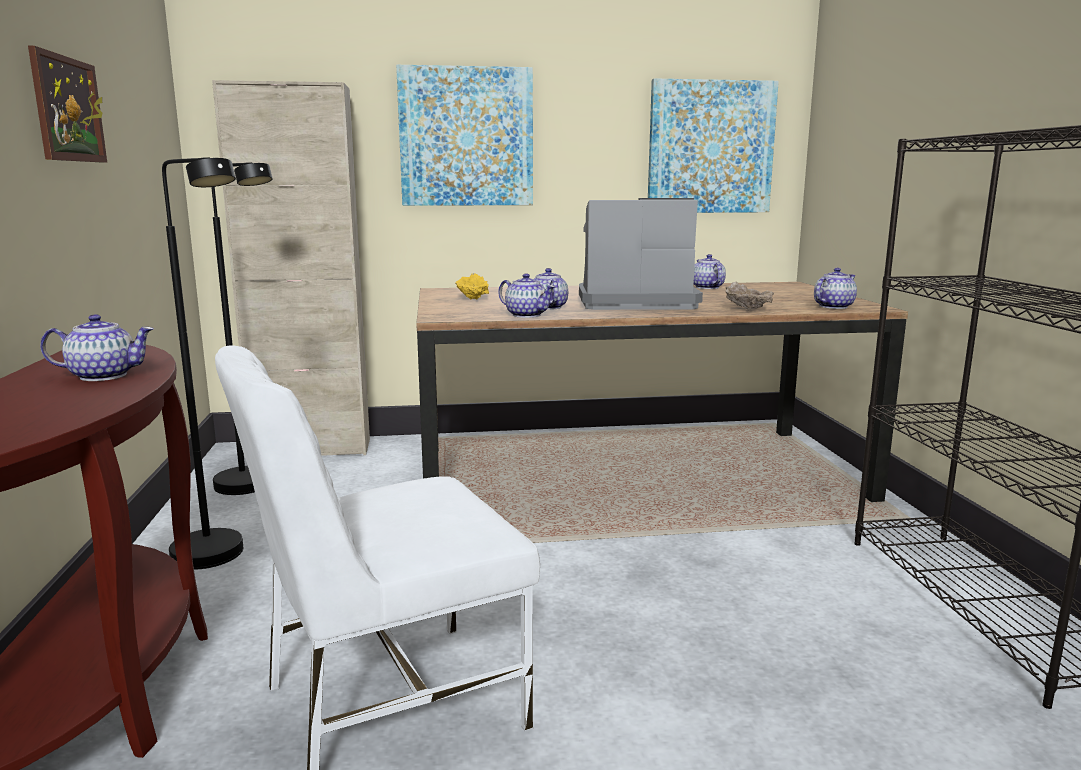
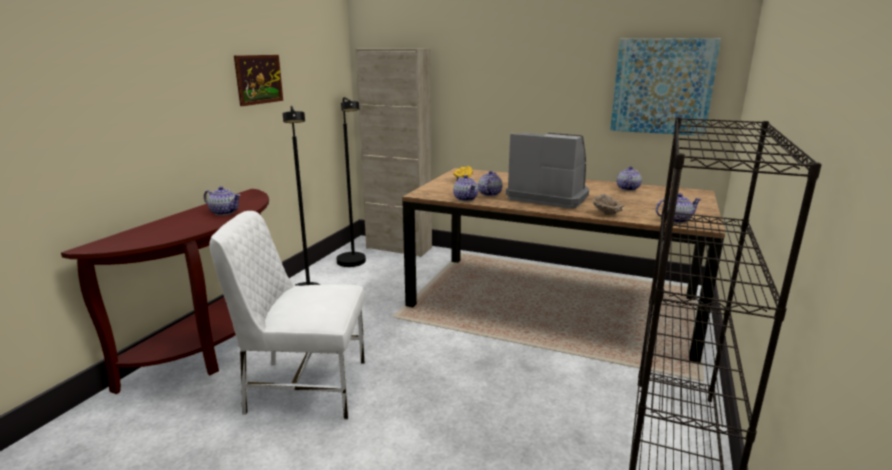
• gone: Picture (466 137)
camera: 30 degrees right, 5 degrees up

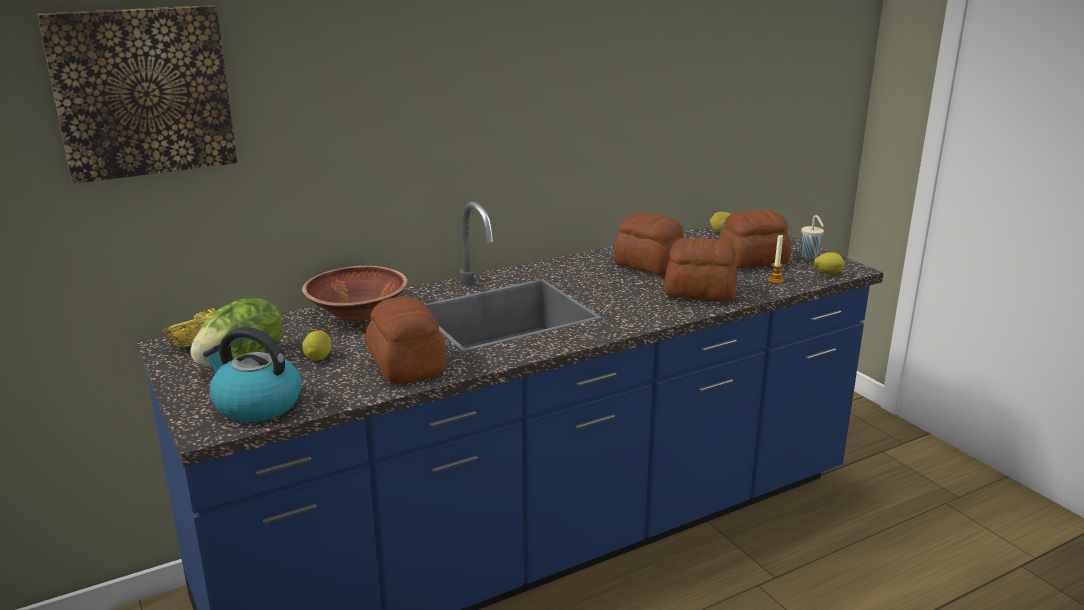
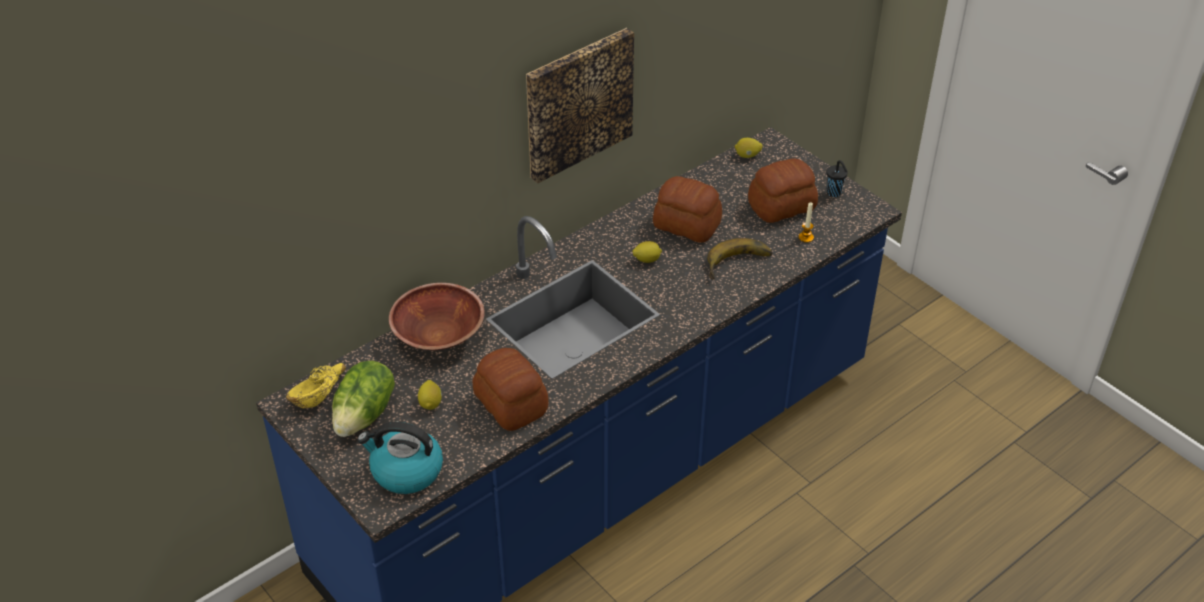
• shifted: Picture (142 92) to (578 103)
• swapped: BakeryBread (699 292) to WholeBanana (739 265)
• repainted: BeigeColouredCup (810 257) to BlackishCup (834 193)
• shifted: Lemon (828 274) to (647 260)
camera: 10 degrees left, 20 degrees up

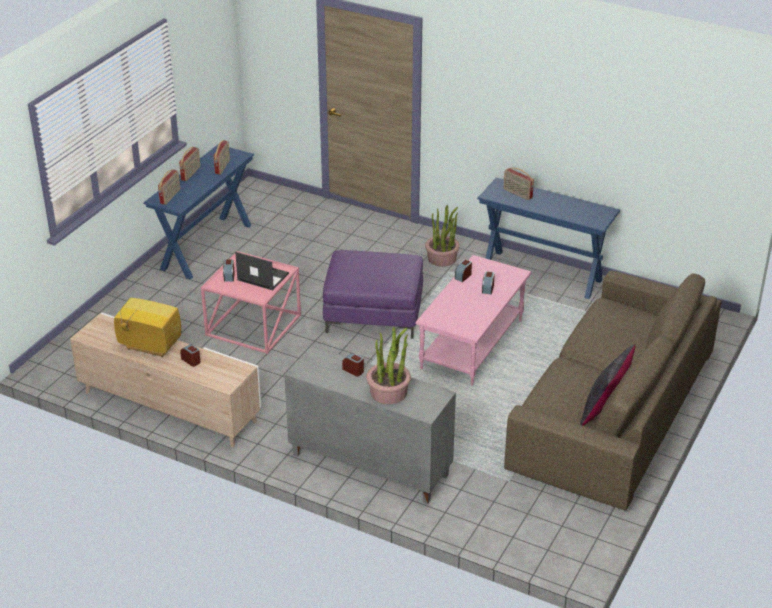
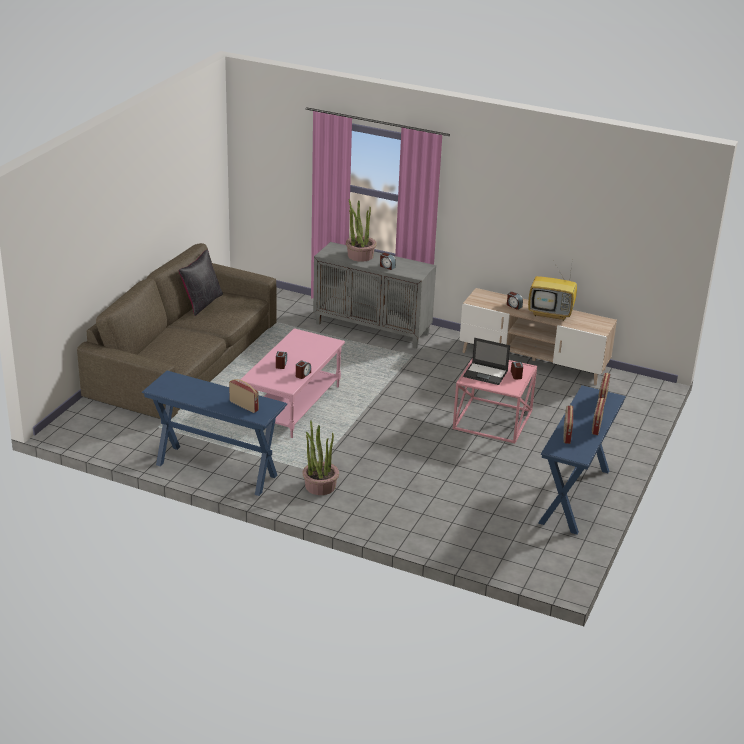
• gone: PurplishOttoman (374 314)
camera: 175 degrees right, 5 degrees down

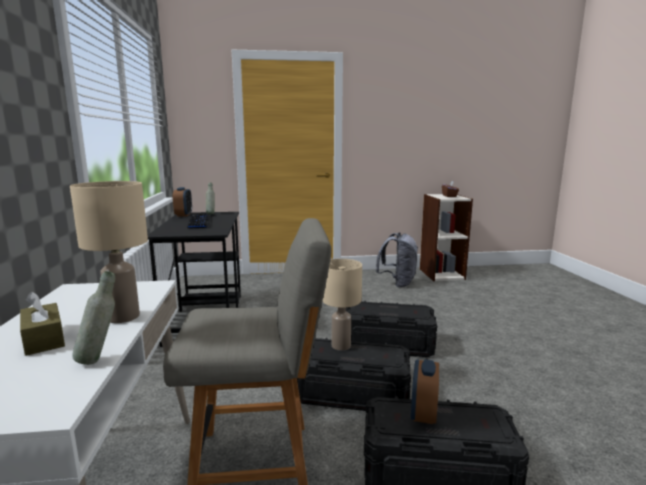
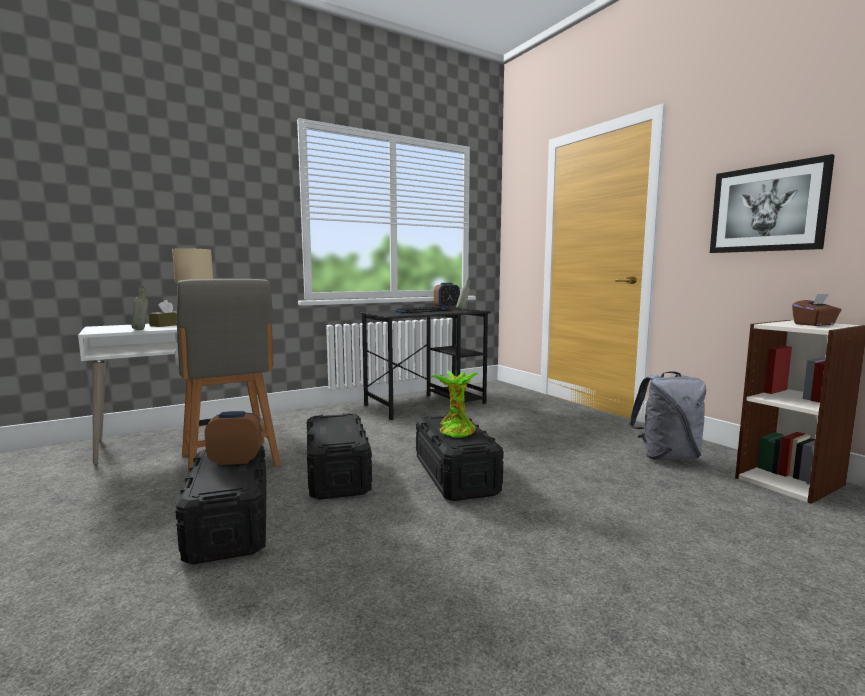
• gone: BeigeColouredTableLamp (341 345)
• new: Houseplant (456 431)
• new: Picture (767 208)
camera: 65 degrees right, 5 degrees down

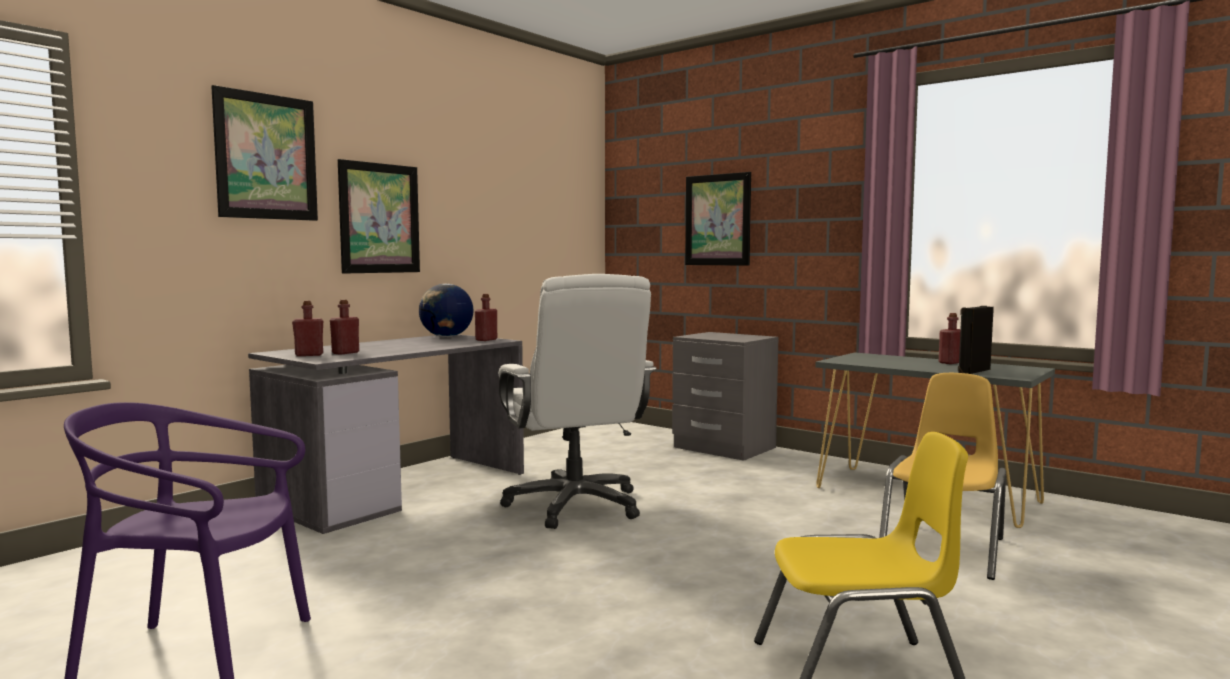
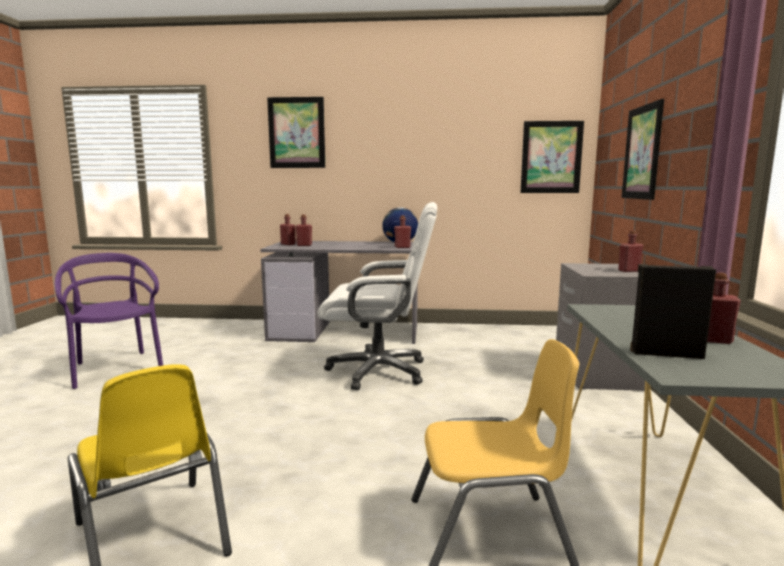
• shifted: Picture (379 218) to (551 157)
• rotated: WhiteColouredOfficeChair (575 505) = (379 371) 120 degrees counterclockwise
• new: RedColouredBottle (629 271)
camera: 55 degrees right, 5 degrees up

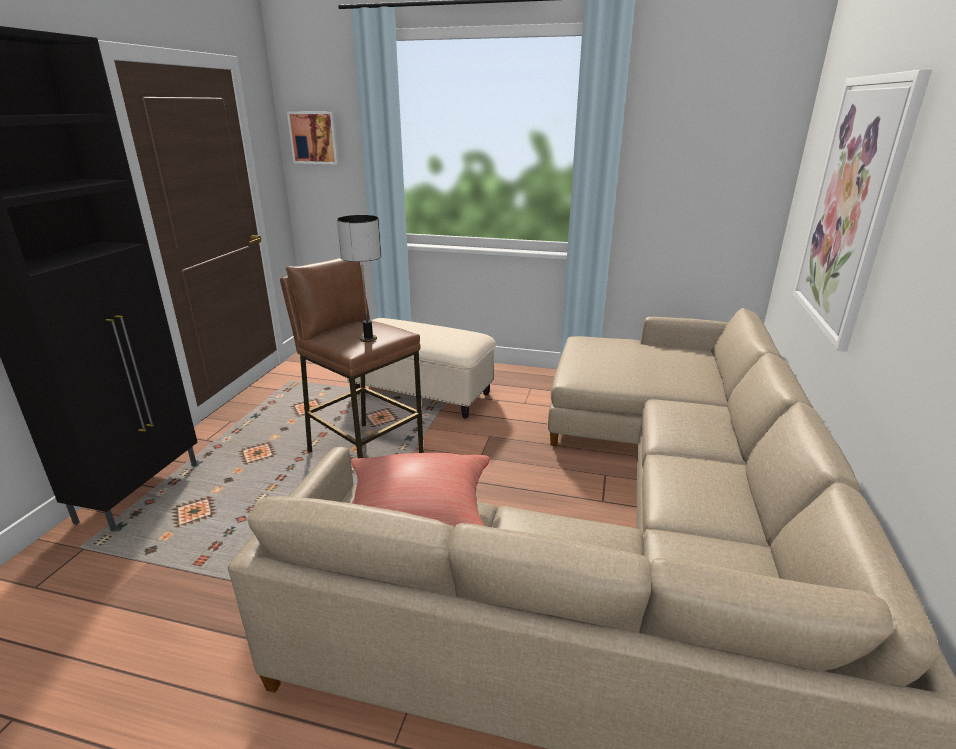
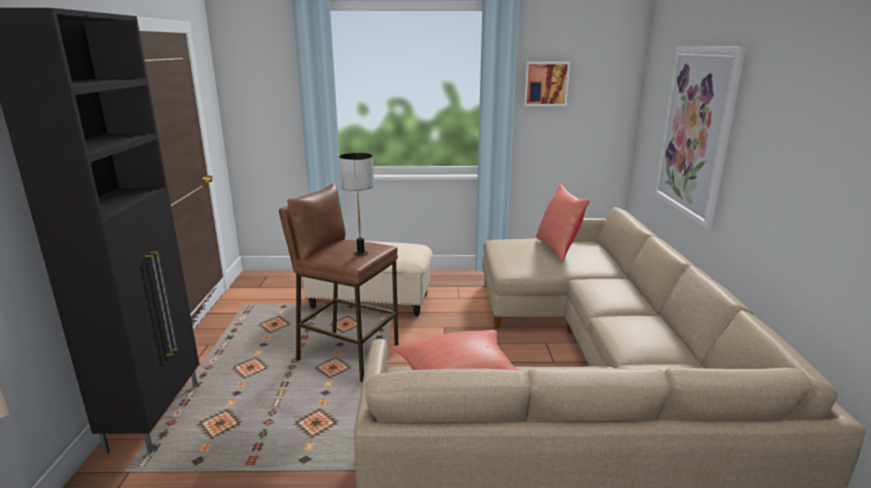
• shifted: Picture (315 137) to (545 83)
• new: RedColouredCushion (558 249)
camera: 15 degrees left, 5 degrees down

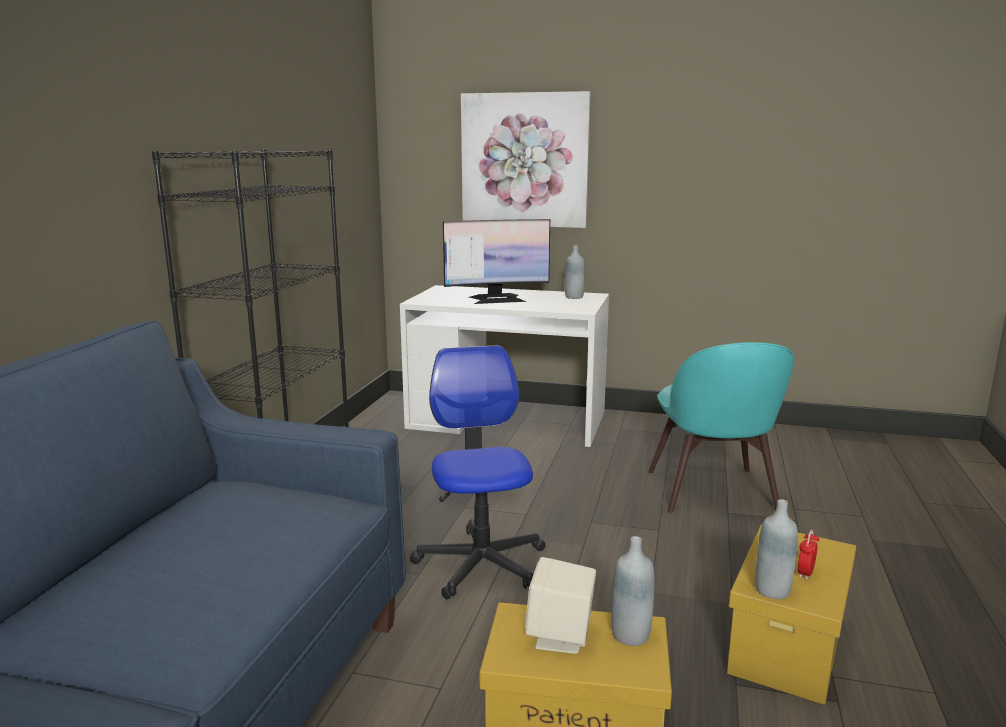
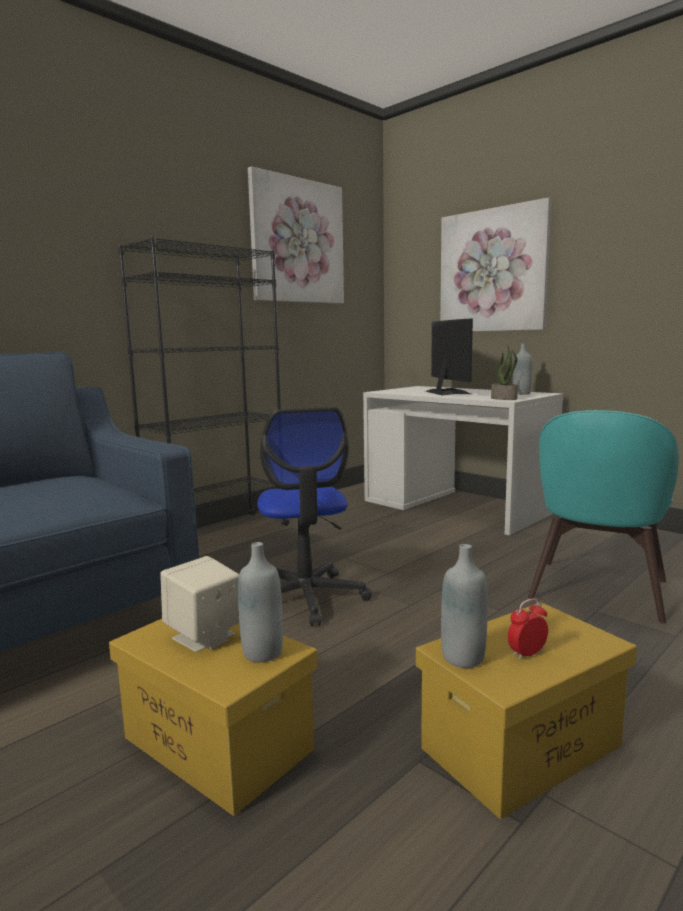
• rotated: OfficeChair (481 564) = (306 598) 150 degrees clockwise
• rotated: ComputerScreen (497 299) = (447 392) 120 degrees counterclockwise
• new: Picture (297 241)
• new: Houseplant (504 398)
camera: 30 degrees right, 5 degrees down

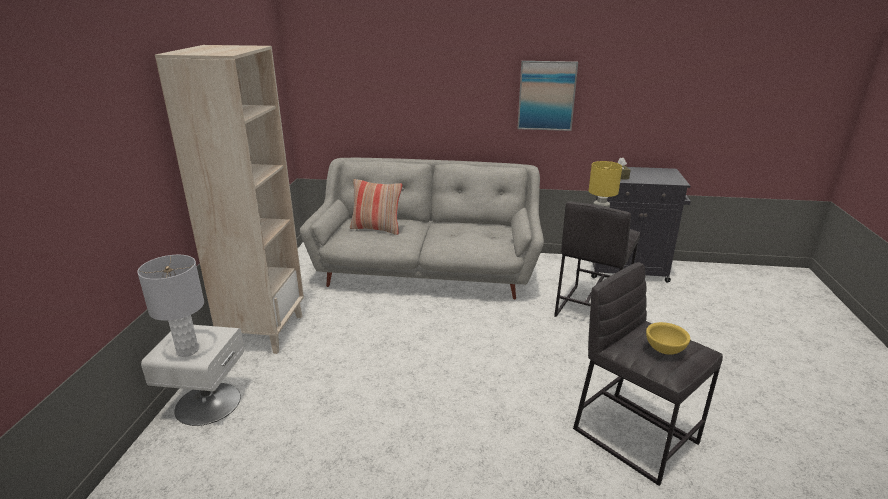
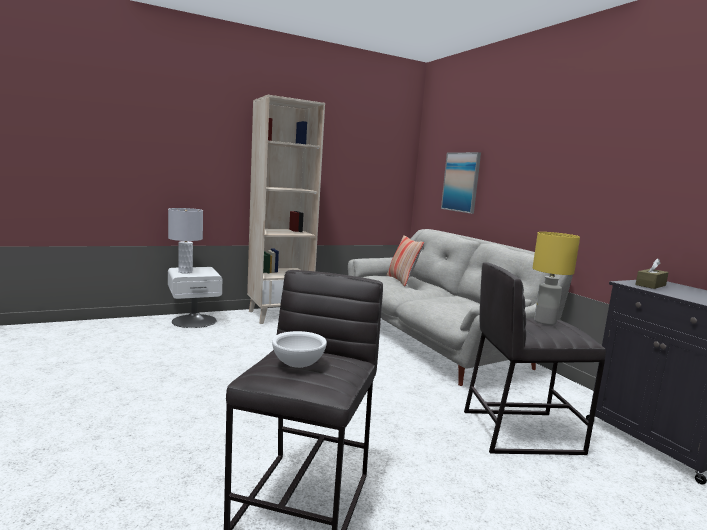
• shifted: Picture (546 95) to (461 182)
• repainted: YellowBowl (664 350) to WhiteColouredBowl (297 364)
camera: 55 degrees right, 15 degrees down

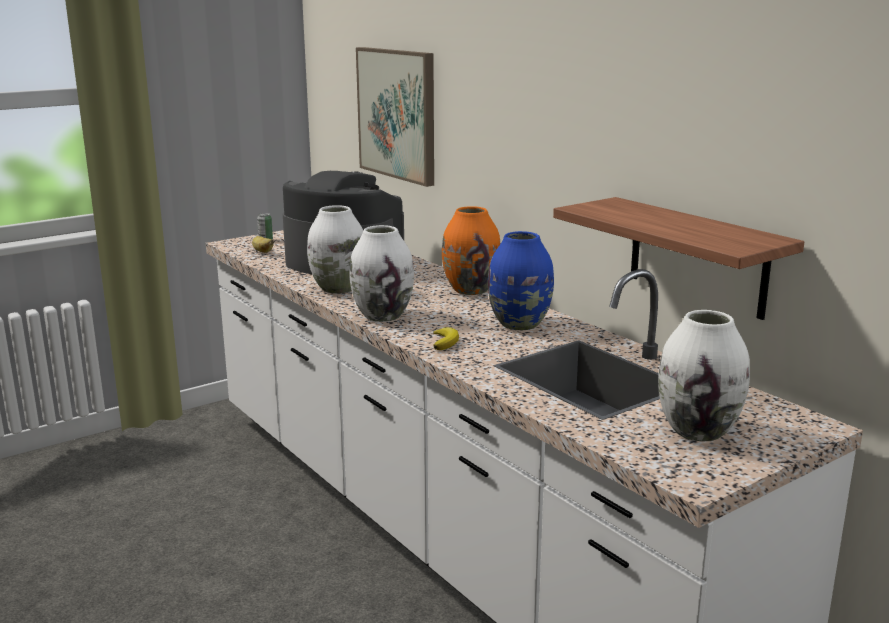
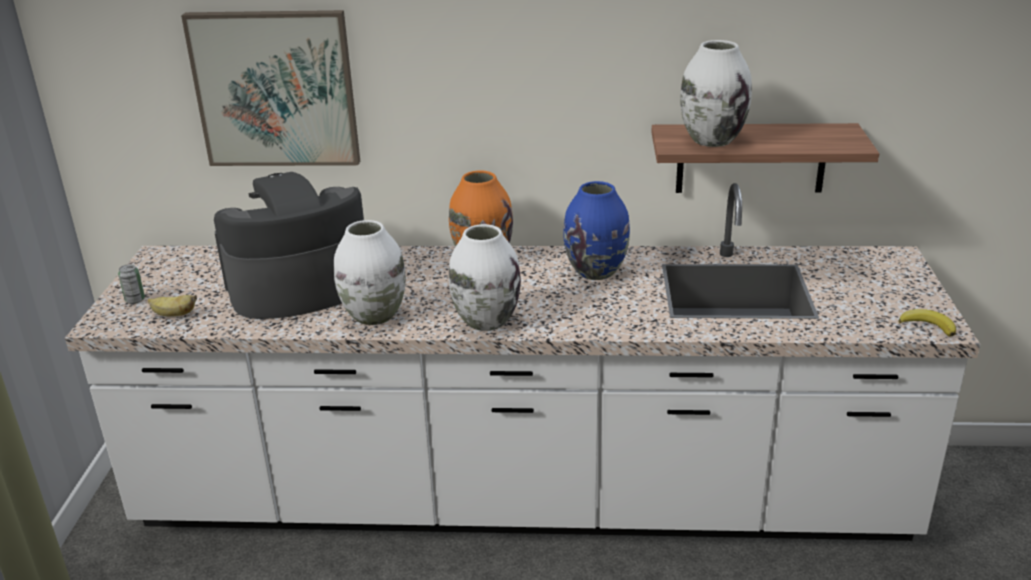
• shifted: WholeBanana (445 342) to (928 325)
• shifted: WhiteColouredFlowerVase (698 430) to (712 139)
camera: 50 degrees left, 10 degrees up

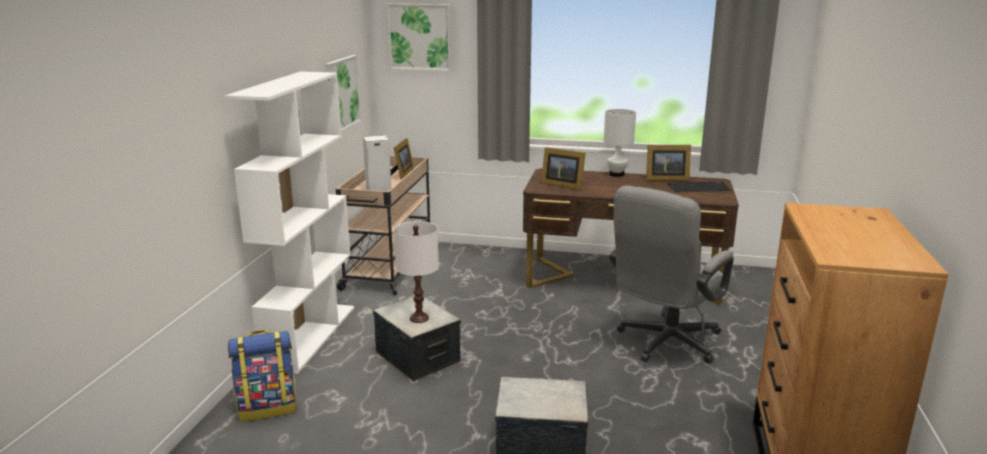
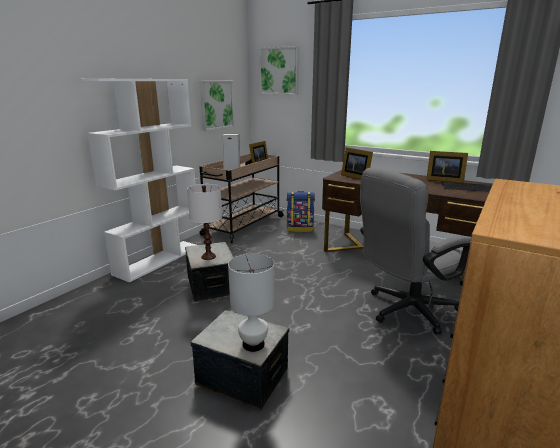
• shifted: Rucksack (268 407) to (300 229)
• shifted: WhiteColouredTableLamp (617 174) to (253 344)
camera: 20 degrees right, 0 degrees up

